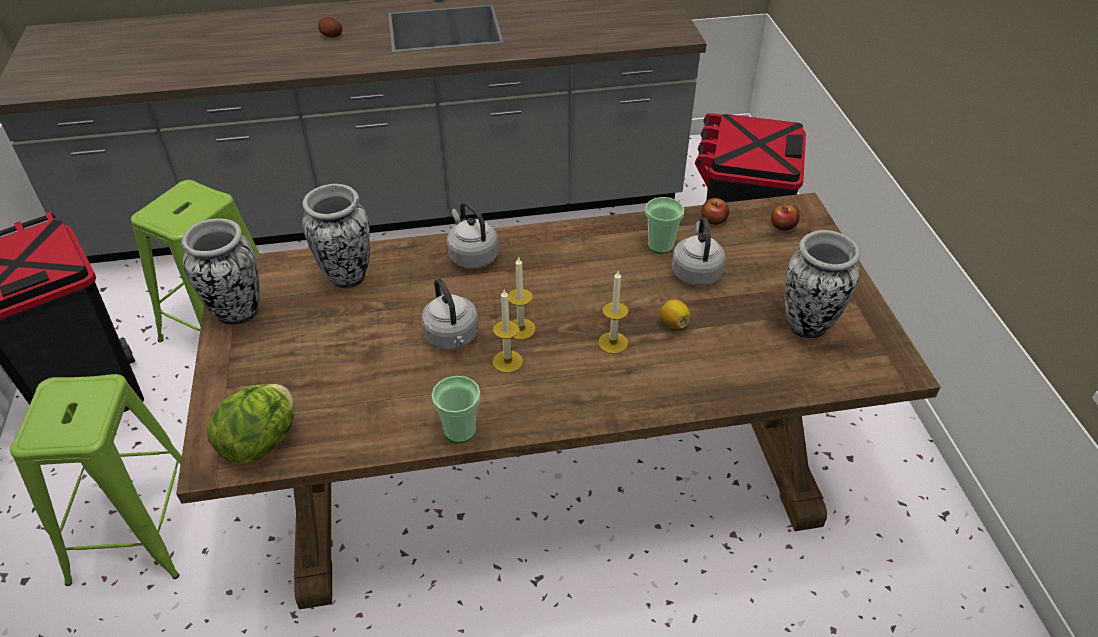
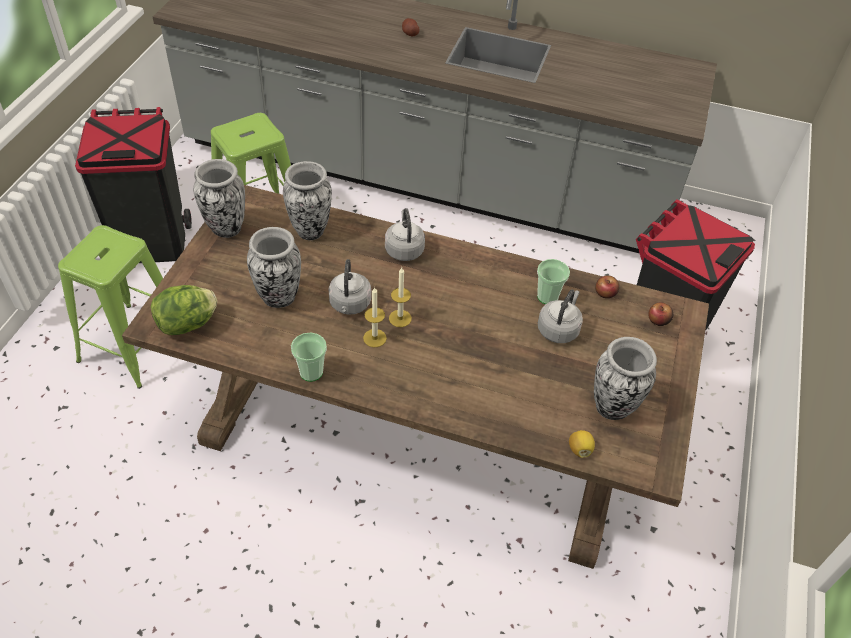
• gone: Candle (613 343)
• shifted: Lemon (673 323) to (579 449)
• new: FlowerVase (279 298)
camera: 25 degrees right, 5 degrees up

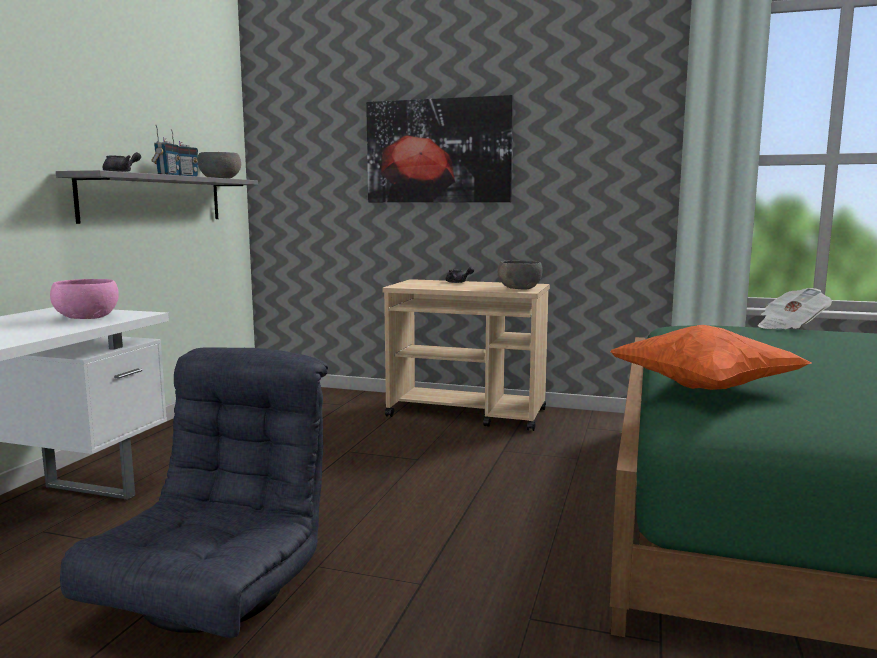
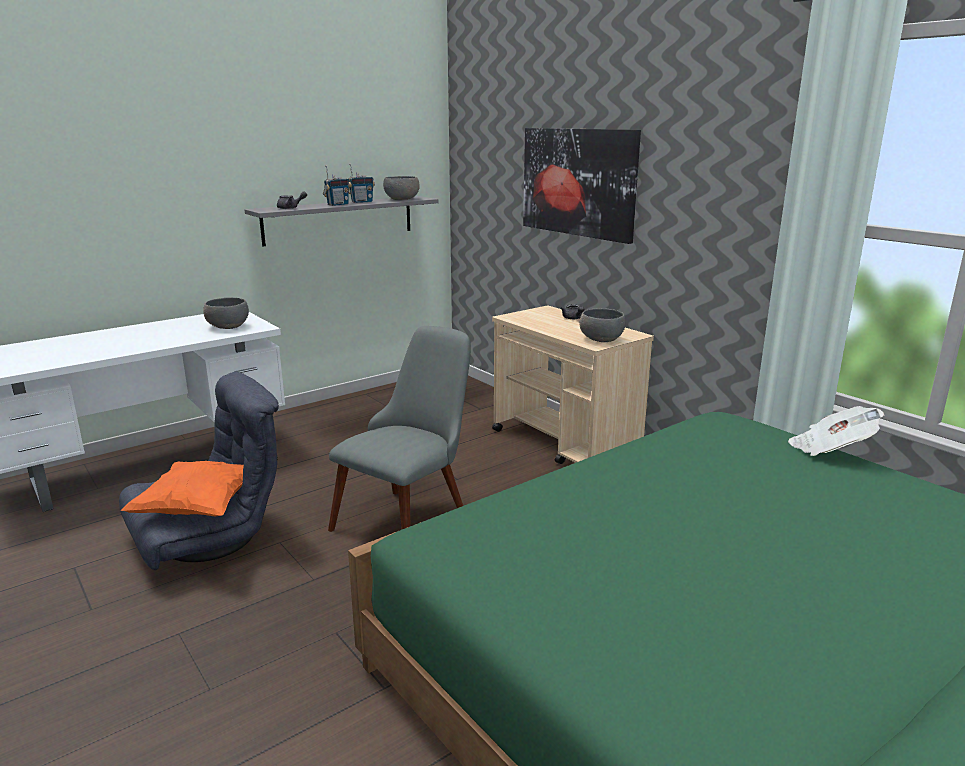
• repainted: PinkishBowl (86 317) to GreyBowl (228 326)
• shifted: OrangeyCushion (705 388) to (199 508)
• new: GreyPlainChair (410 516)
camera: 35 degrees right, 10 degrees up

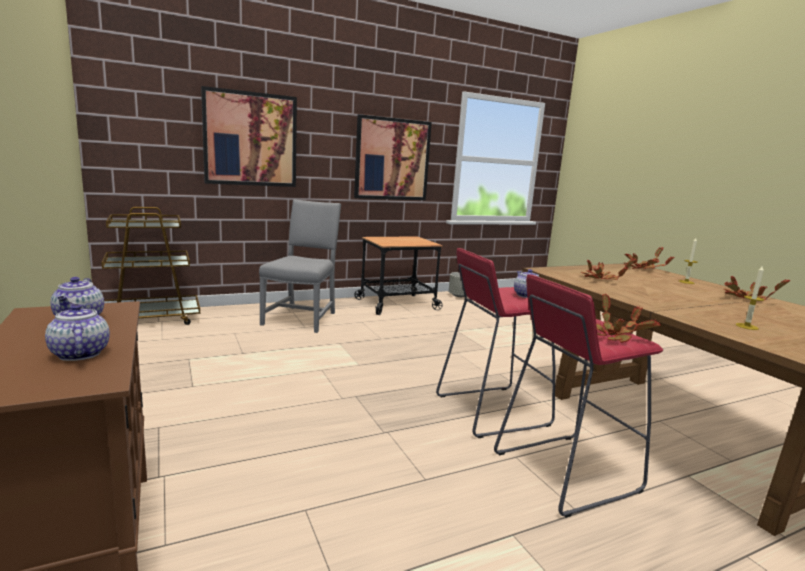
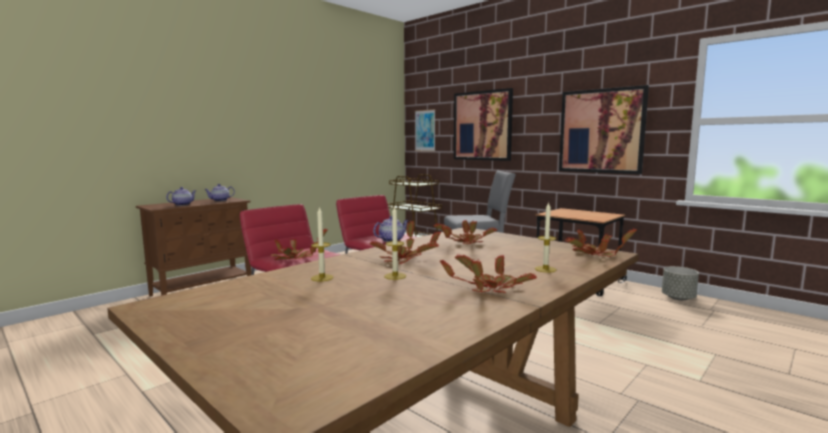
• new: Houseplant (405 259)
• new: Candle (395 276)
• new: Picture (425 130)
camera: 70 degrees right, 5 degrees down

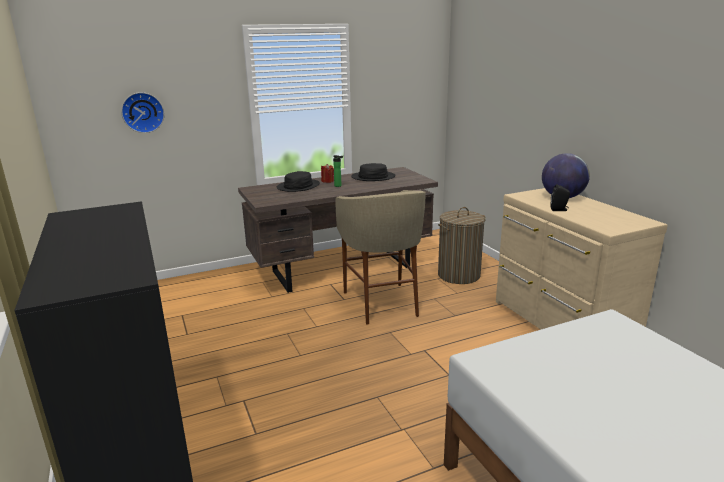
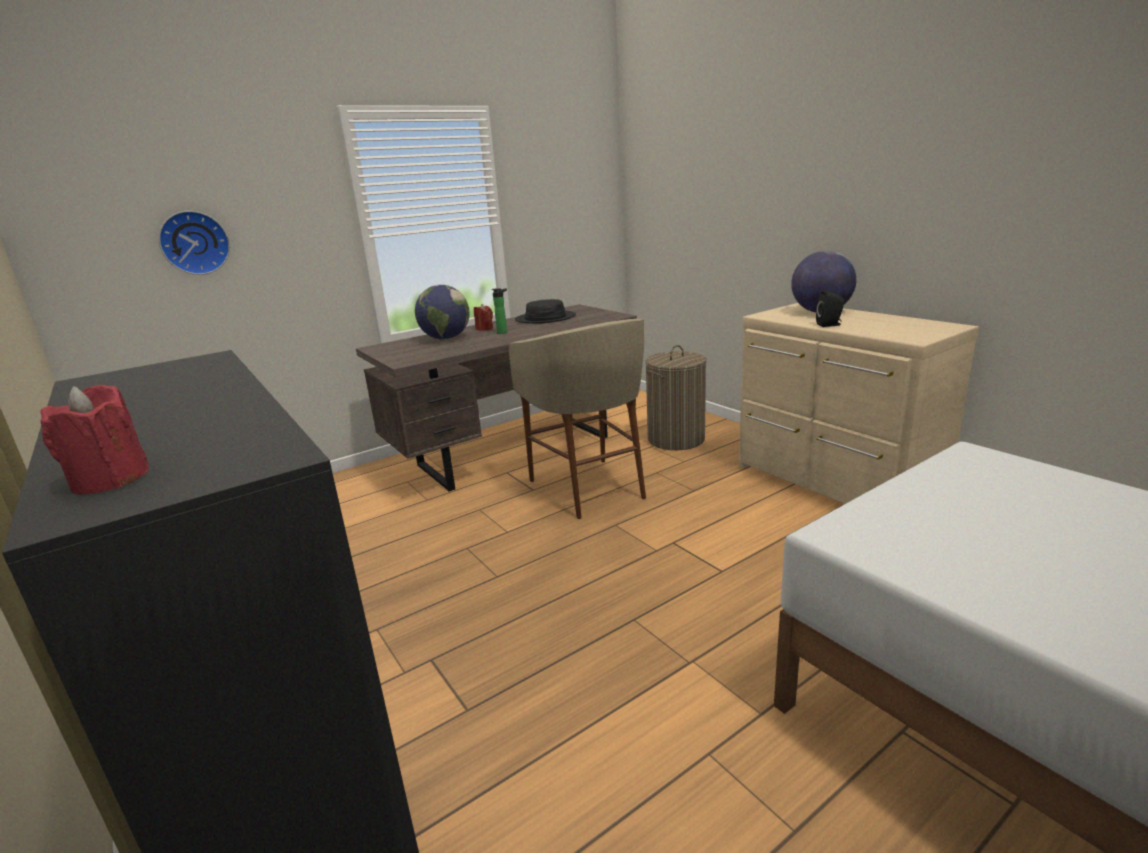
• swapped: BlackishWearableHat (298 186) to WorldGlobe (446 338)
• new: RedColouredCandle (110 480)
camera: 10 degrees left, 0 degrees up

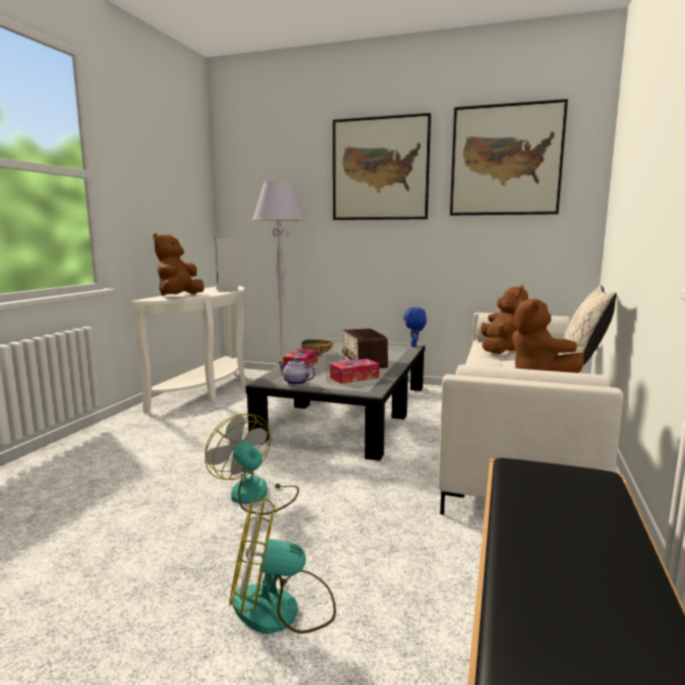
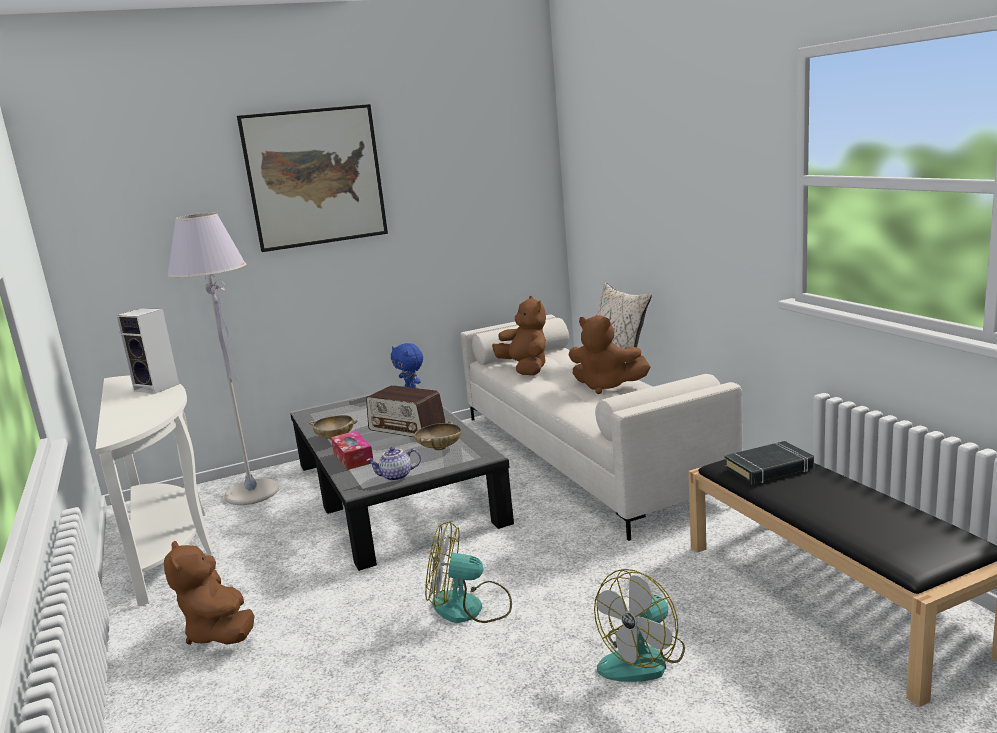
• shifted: BrownSoftToy (179 296) to (220 632)
• swapped: BoxOfTissues (354 378) to BeigeColouredBowl (439 448)
• gone: Picture (505 160)
• new: BlackishBoundBook (769 469)
camera: 40 degrees left, 5 degrees up

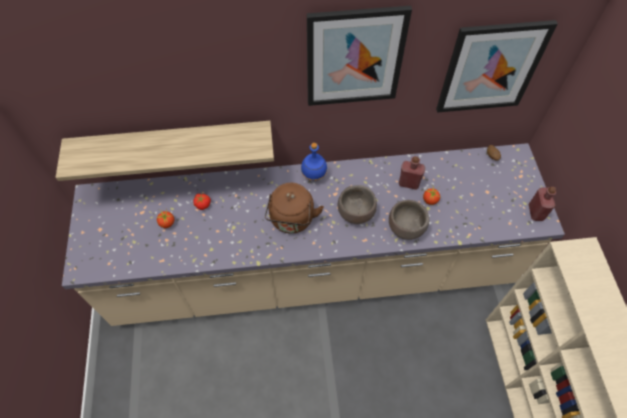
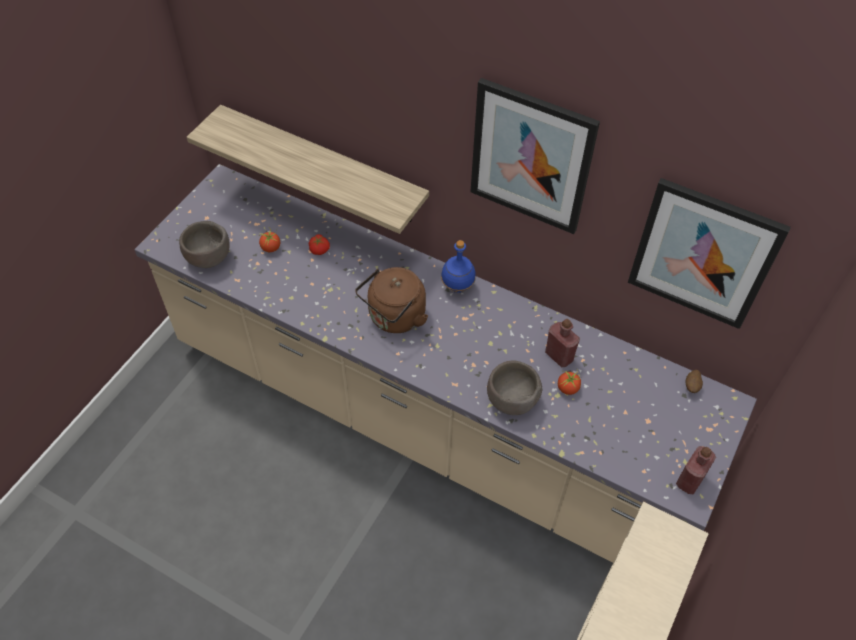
• shifted: BrownBowl (356 213) to (209 258)
camera: 35 degrees right, 5 degrees down

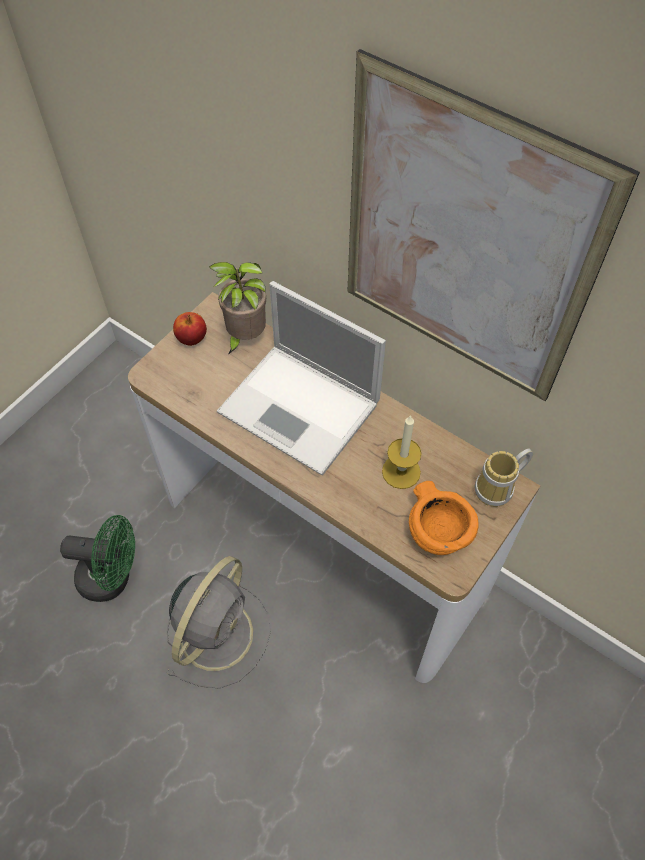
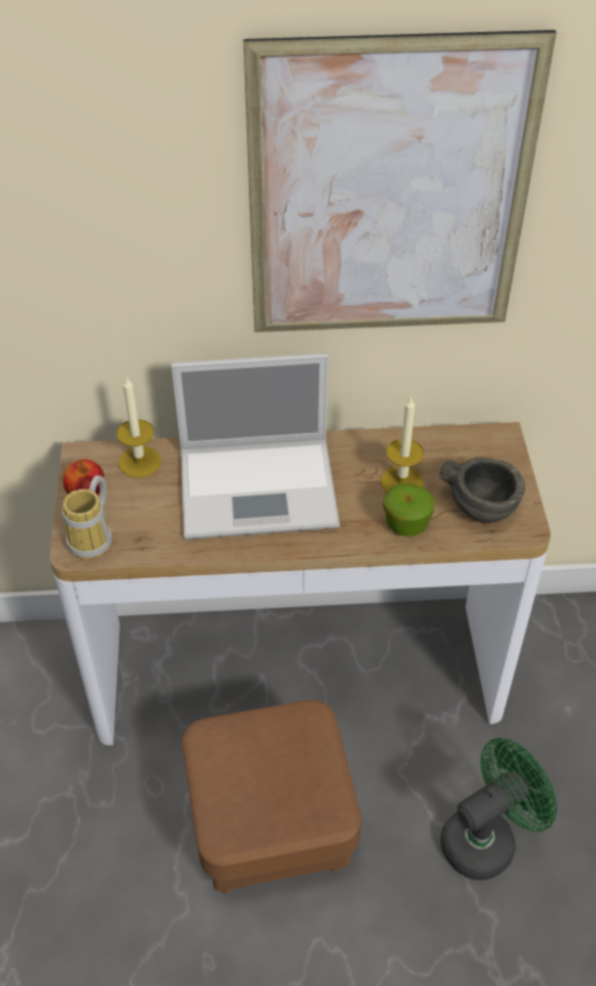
• shifted: GreenishElectricFan (112 578) to (487 838)
• swapped: GreyElectricFan (218 631) to BrownOttoman (271 824)
• swapped: Houseplant (244 337) to Candle (140 462)
• repainted: OrangeyBowl (440 532) to GreyBowl (483 506)
• shifted: CoffeeMug (499 489) to (95 538)
• new: Apple (406 524)
camera: 40 degrees left, 10 degrees down

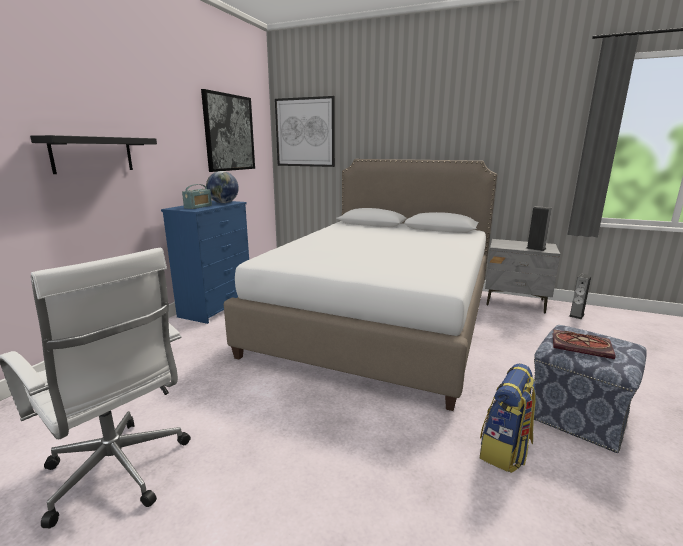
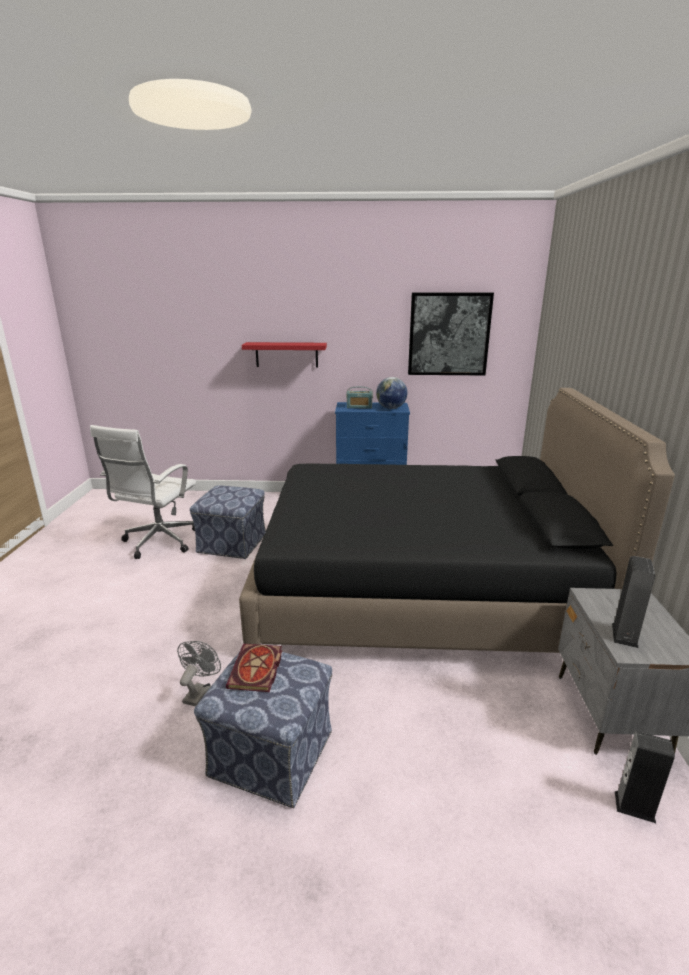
• repainted: BlackishBracketShelf (93 154) to RedColouredBracketShelf (286 354)
• repainted: WhiteColouredSleepingBed (380 318) to BlackishSleepingBed (419 589)
• gone: Picture (305 132)
• swapped: Rucksack (505 450) to GreyElectricFan (199 692)
• new: Ottoman (232 543)
camera: 70 degrees right, 5 degrees up

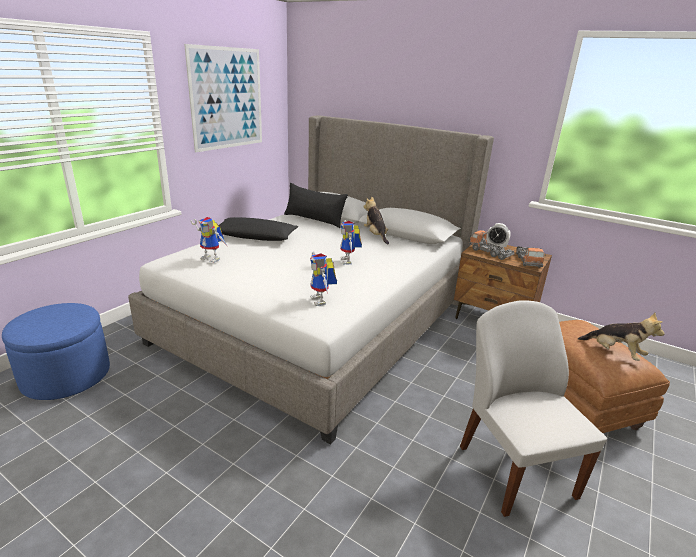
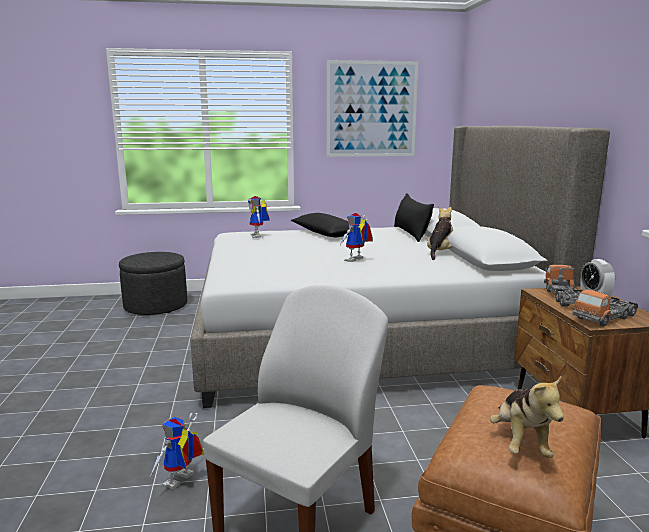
• repainted: BluishOttoman (66 376) to GreyOttoman (156 306)
• shifted: ToyRobot (322 301) to (180 483)
camera: 50 degrees right, 10 degrees down

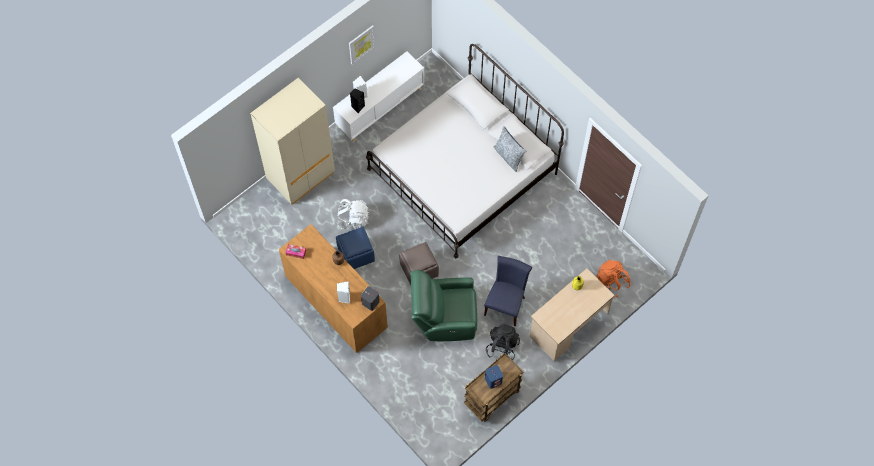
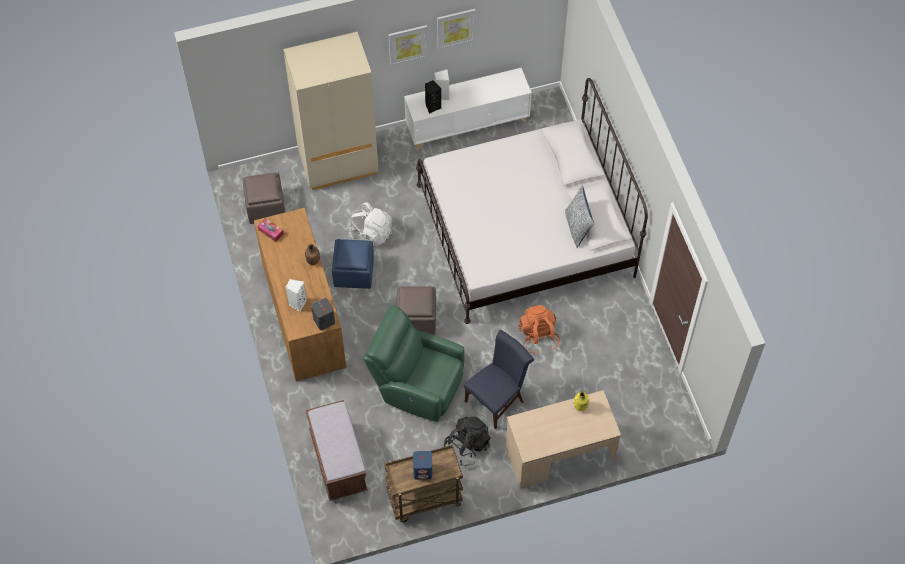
• shifted: OrangeyRucksack (611 282) to (538 336)
• new: BrownOttoman (265 207)
• new: BrownLongSeat (338 461)
• new: Picture (408 44)
camera: 25 degrees right, 5 degrees down

